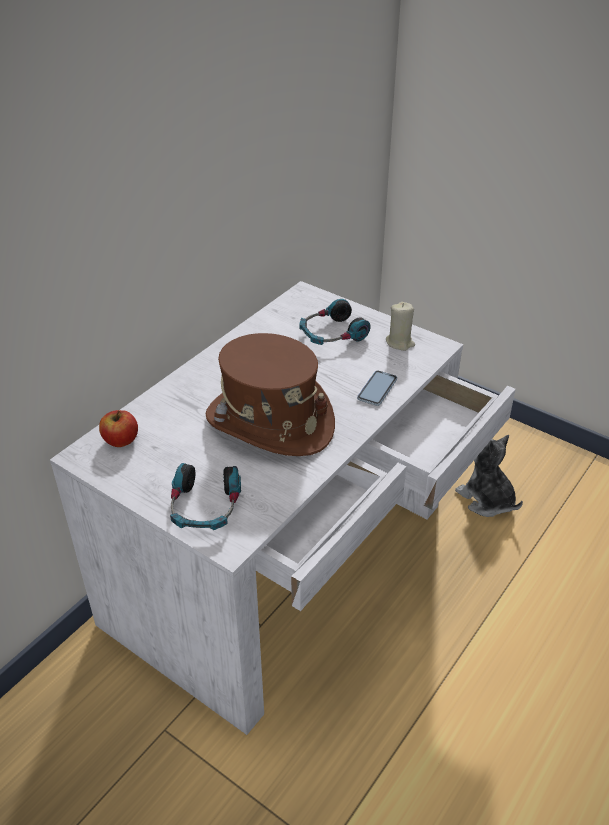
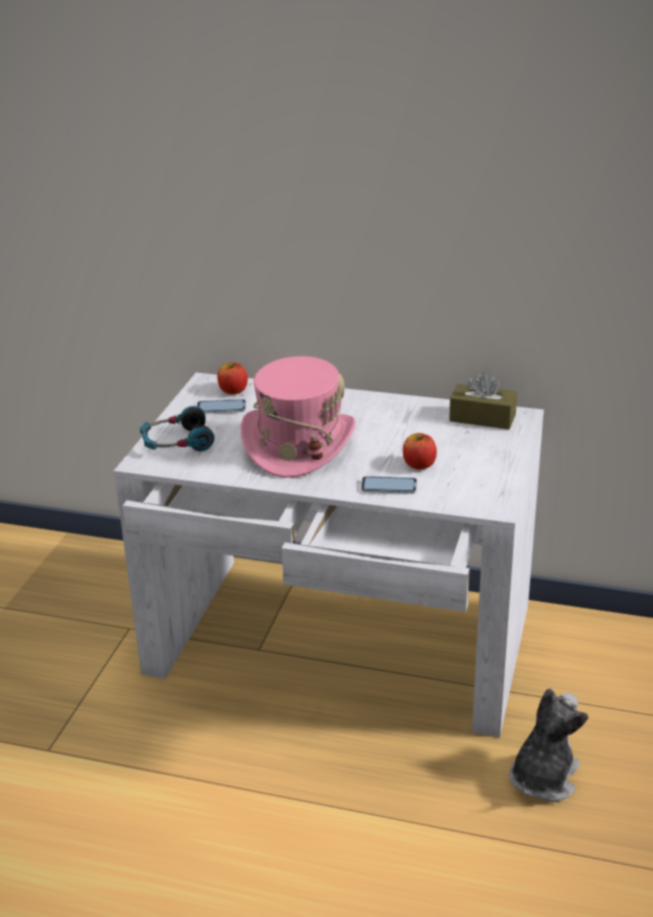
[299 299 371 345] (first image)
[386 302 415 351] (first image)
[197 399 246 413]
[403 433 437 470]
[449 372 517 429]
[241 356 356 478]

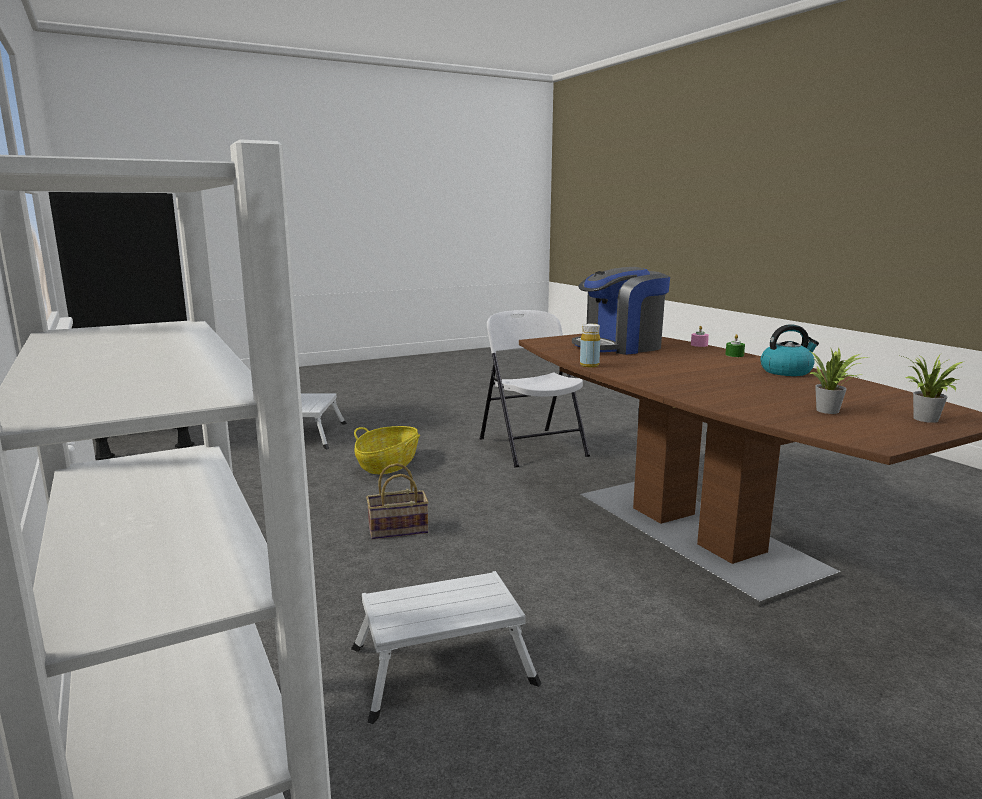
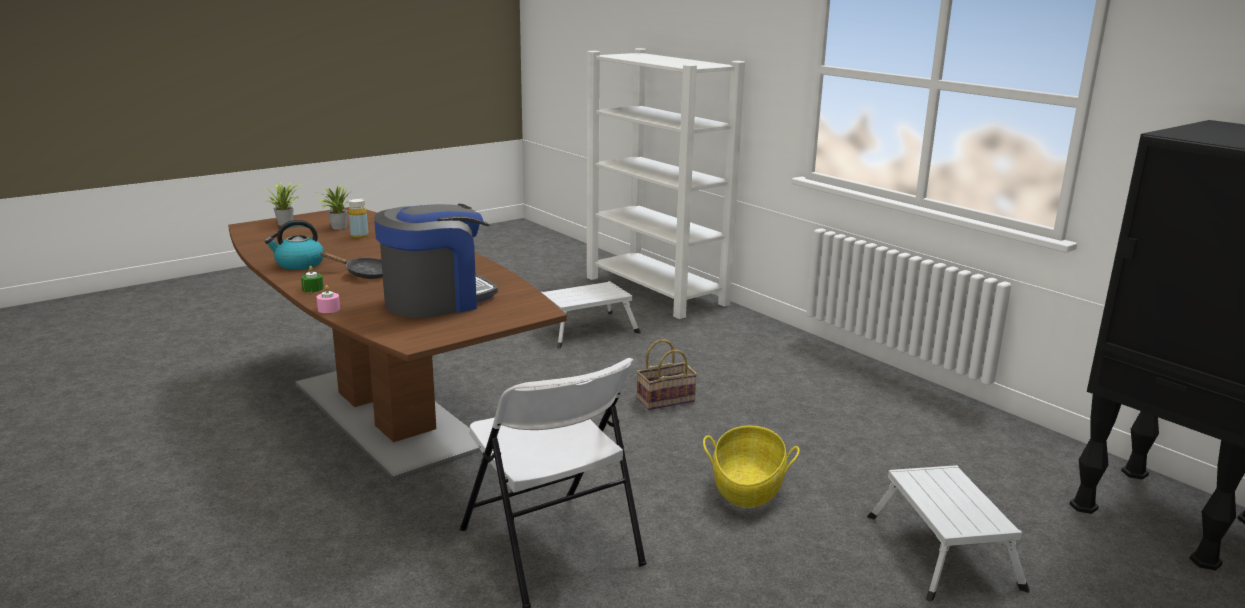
[320 252 383 279]
[349 198 368 238]

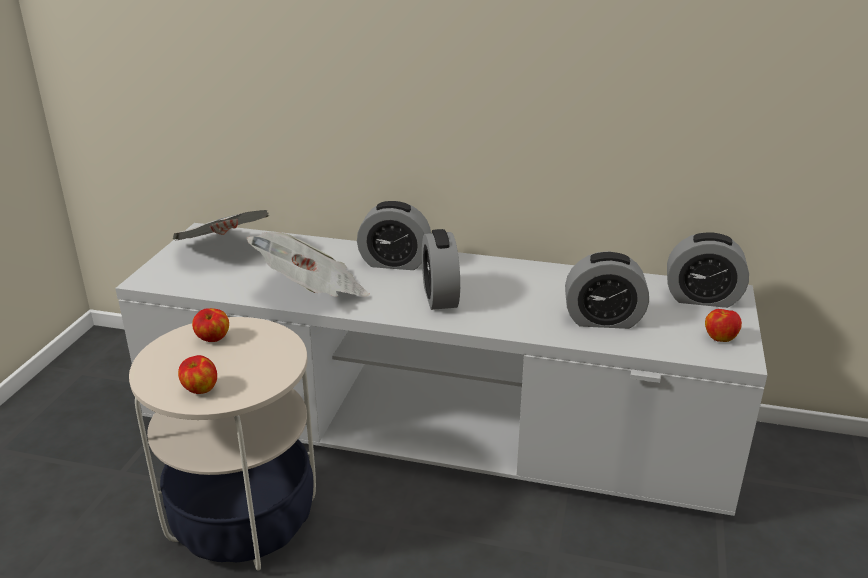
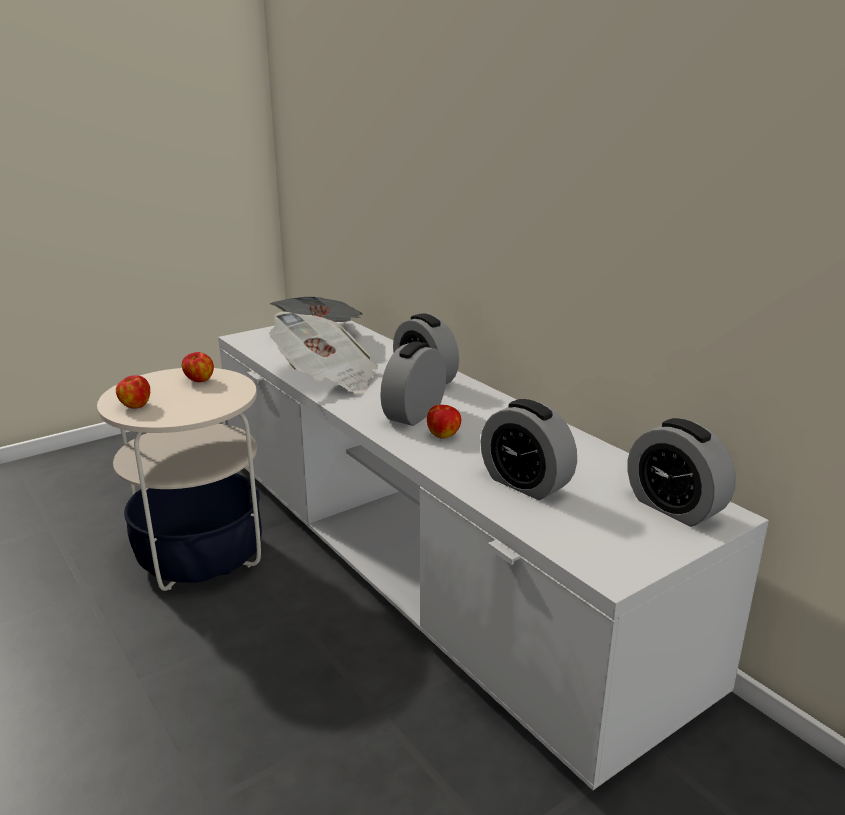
[427 405 461 438]

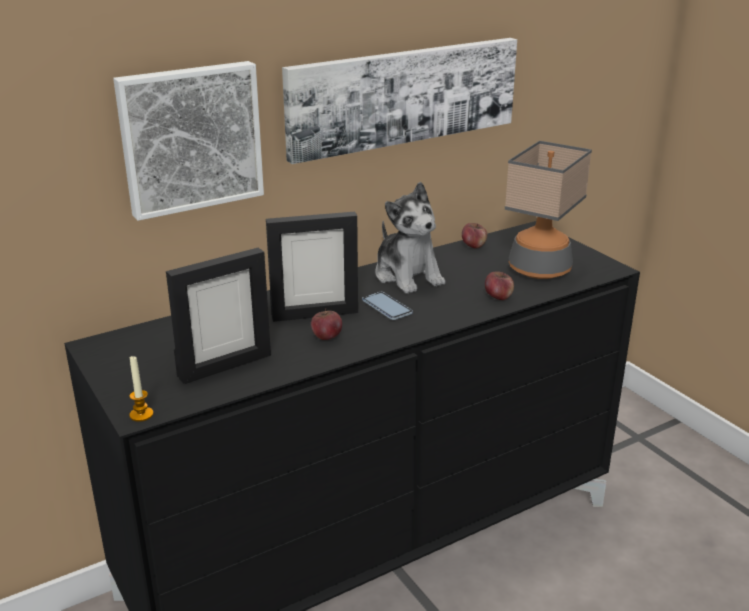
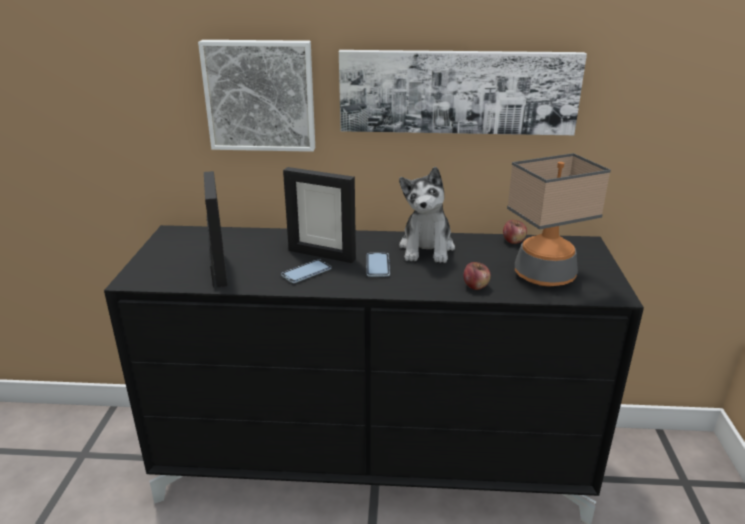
[129 356 154 422] (first image)
[281 259 331 283]
[204 171 227 288]

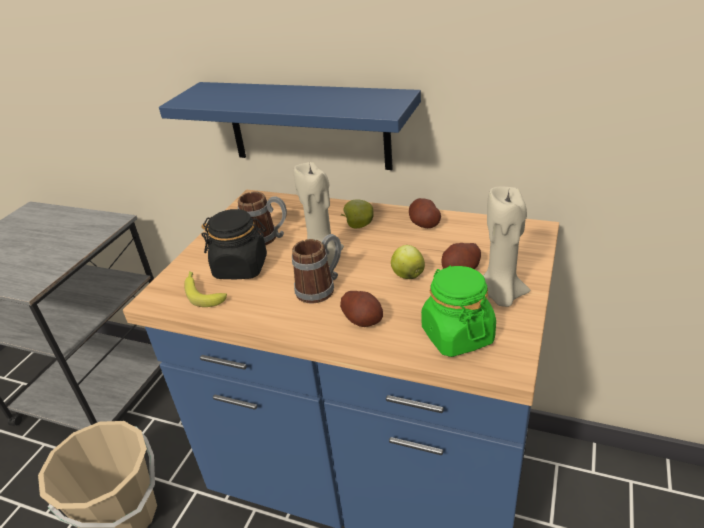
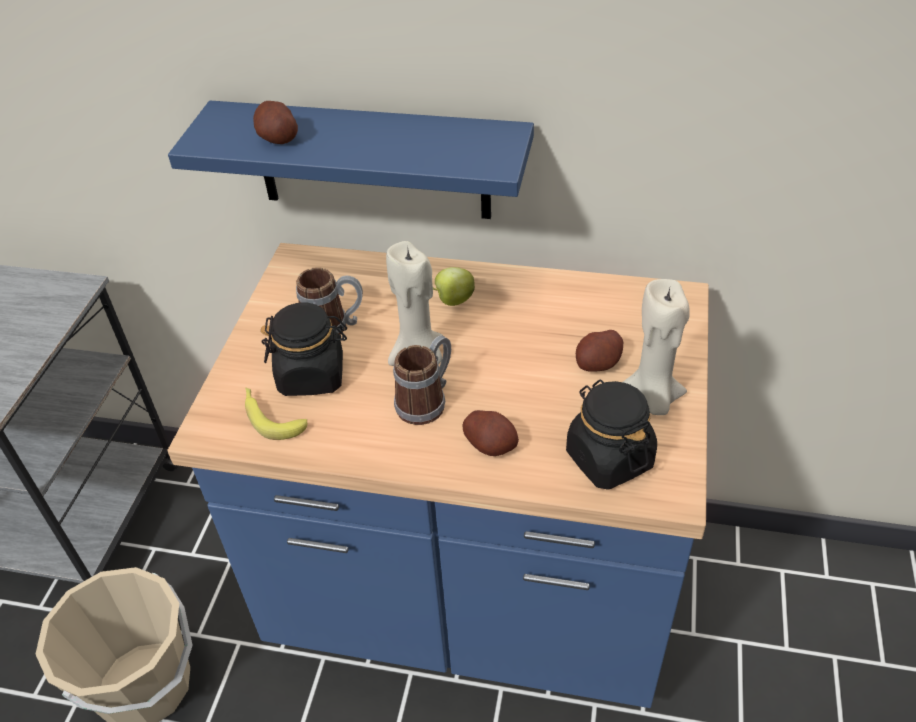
[391 245 425 279] (first image)
[253 101 298 144]
[566 379 657 490]

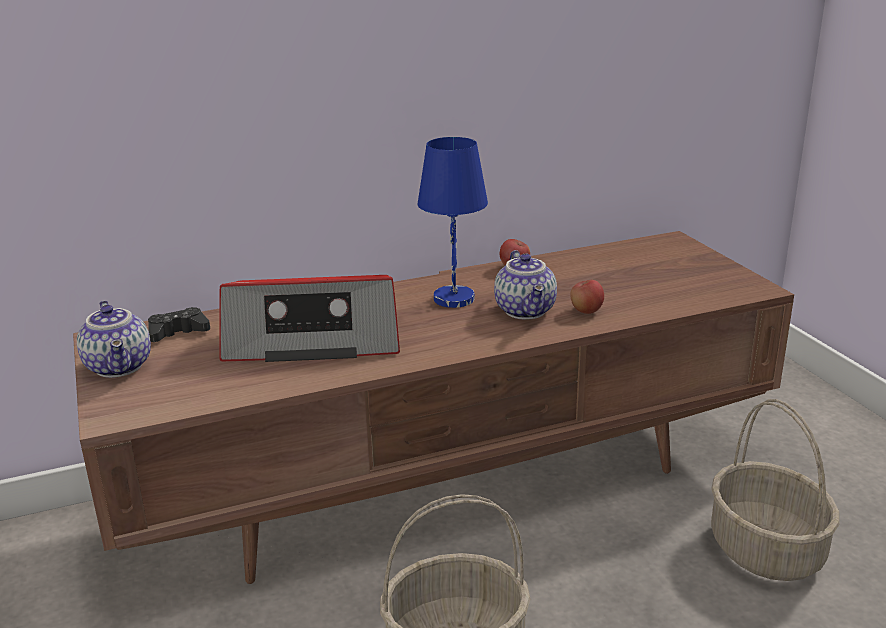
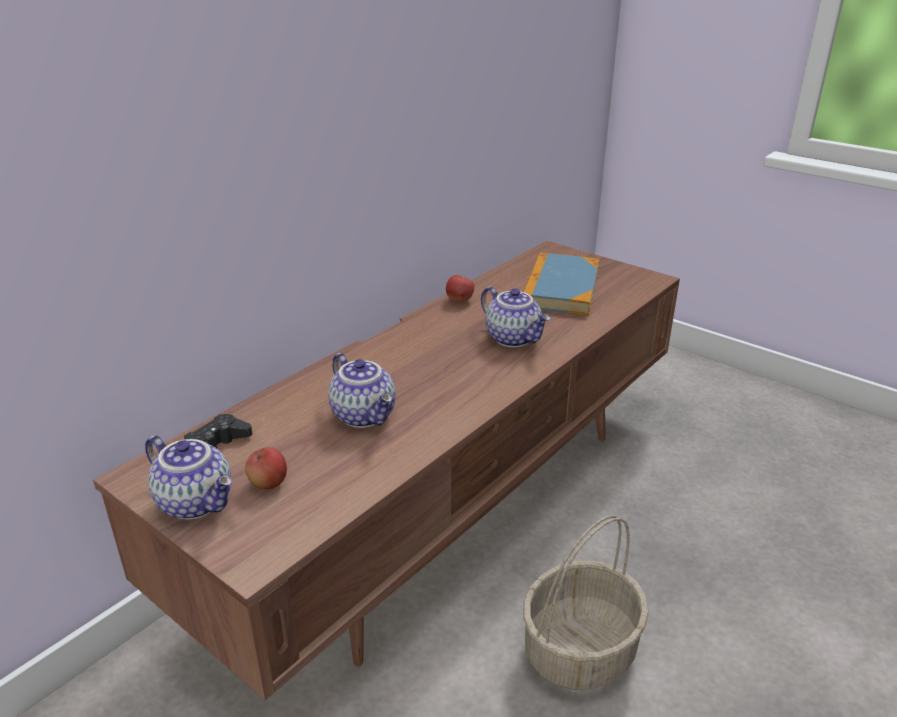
[418 137 488 308] (first image)
[711 399 840 581] (first image)
[524 253 600 315]
[245 447 287 490]
[328 353 395 428]

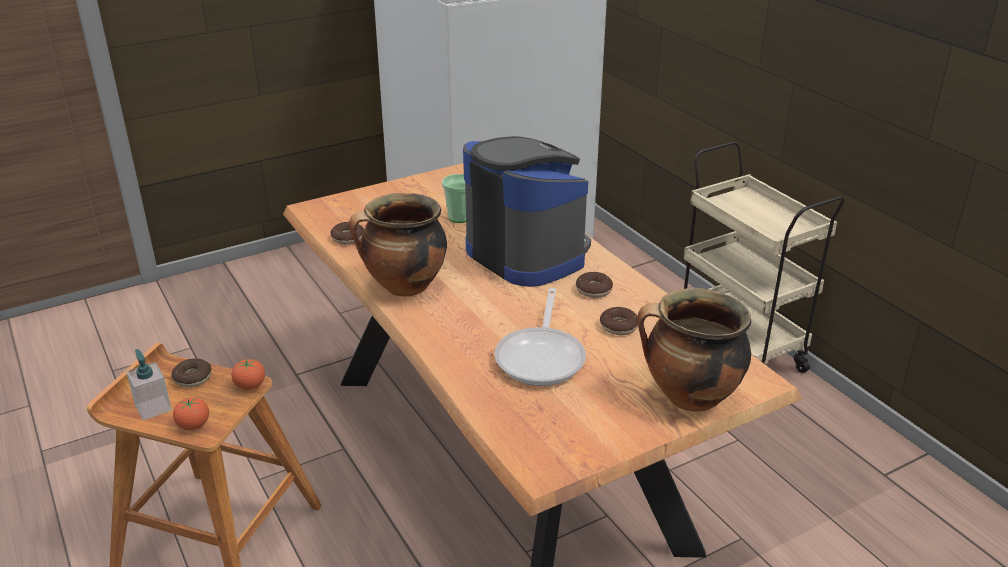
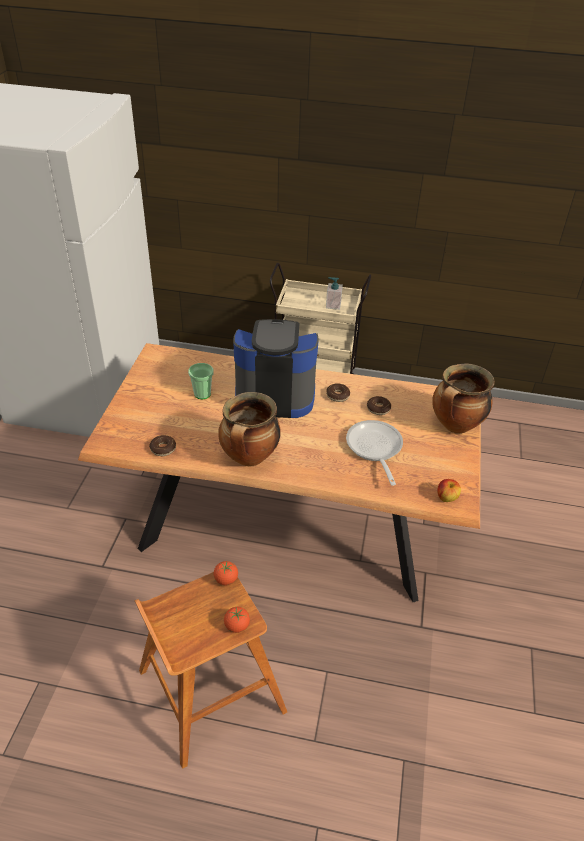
[171 358 212 387] (first image)
[437 479 461 502]
[326 277 343 310]
[346 420 403 486]

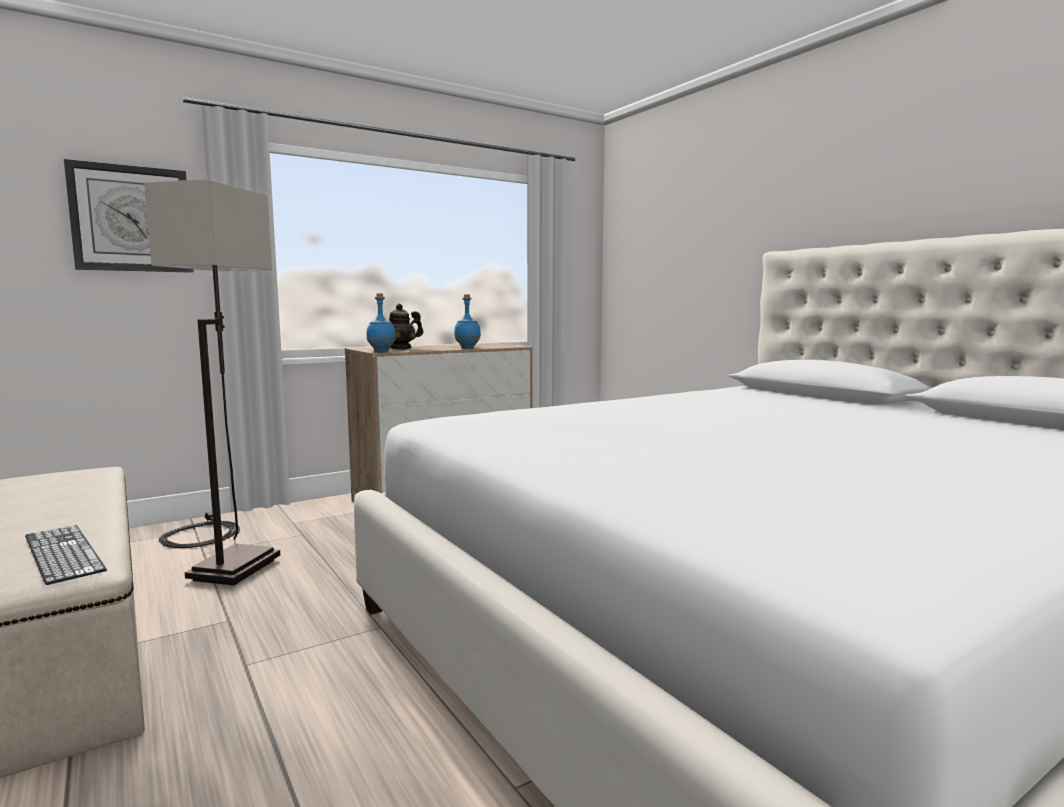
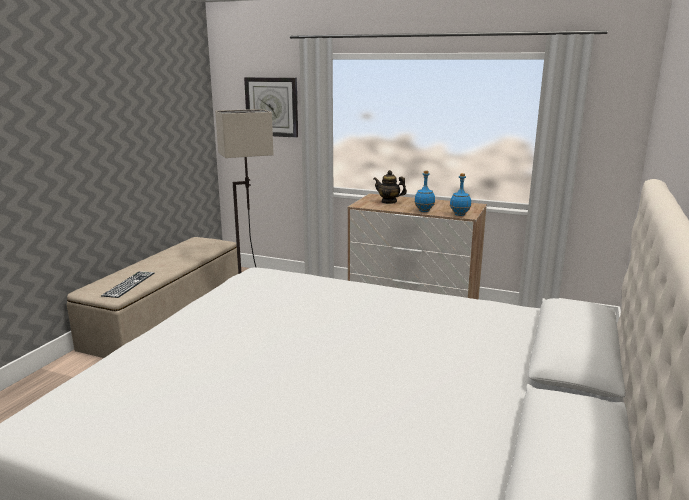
[450 173 471 216]

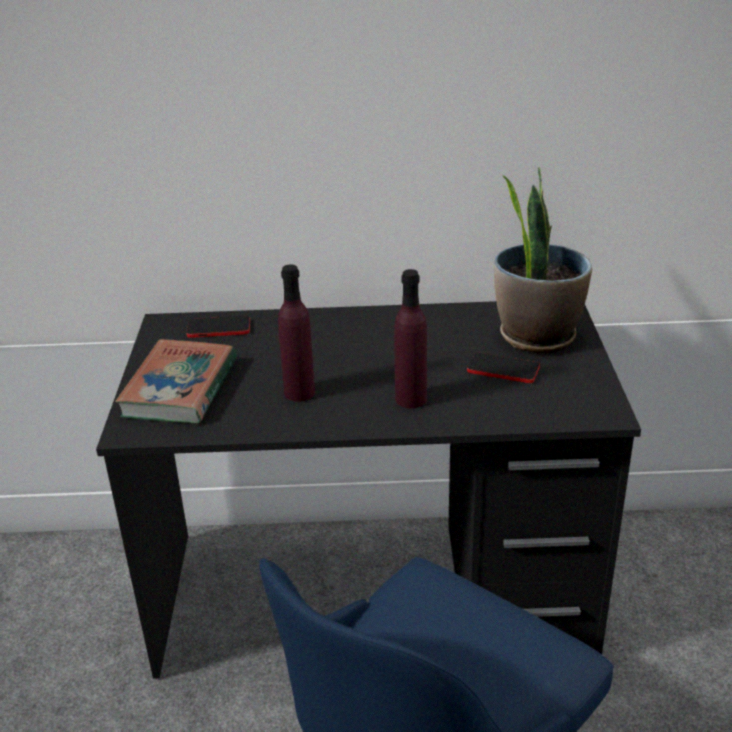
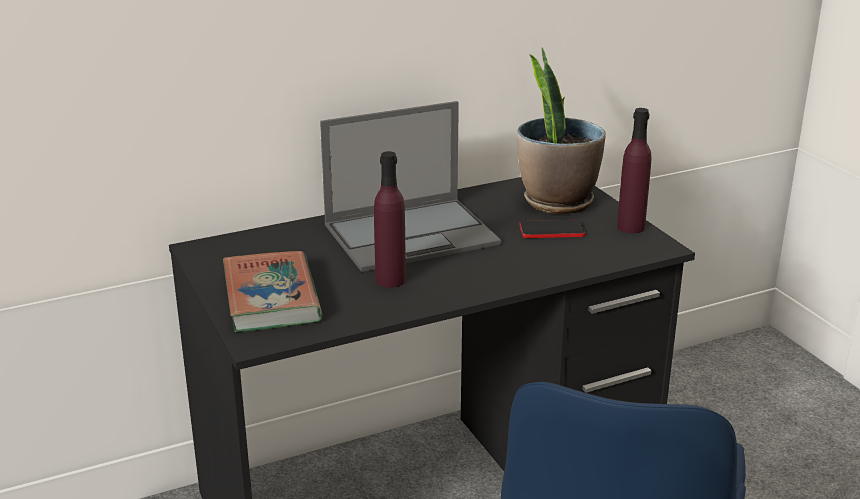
[187 316 250 338] (first image)
[320 101 501 272]
[617 108 652 233]

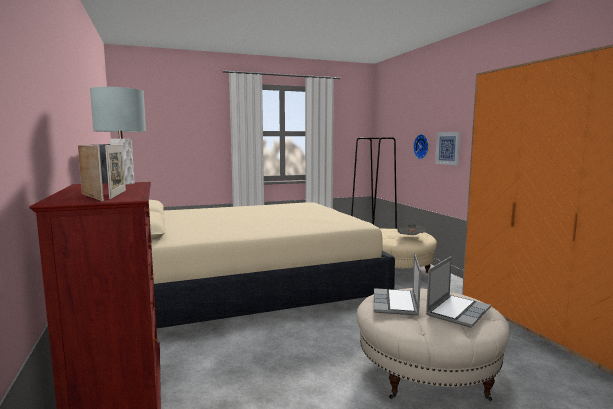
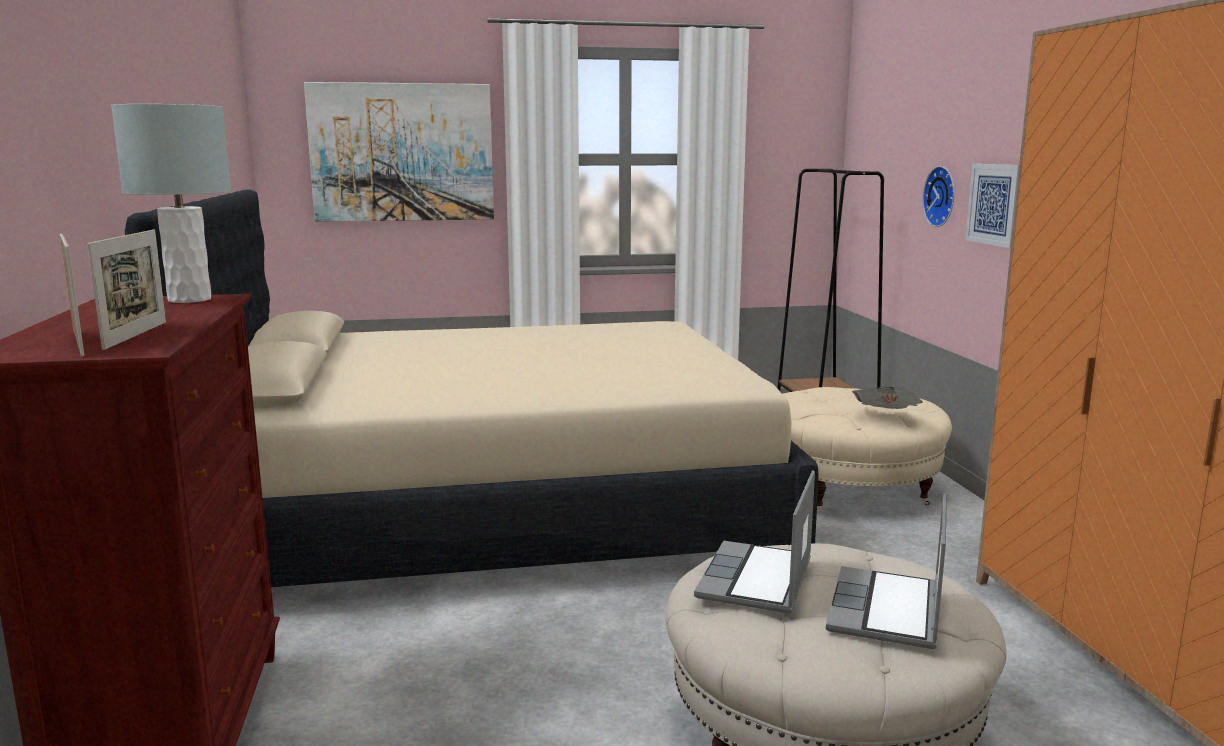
[304 82 494 222]
[826 492 947 649]

